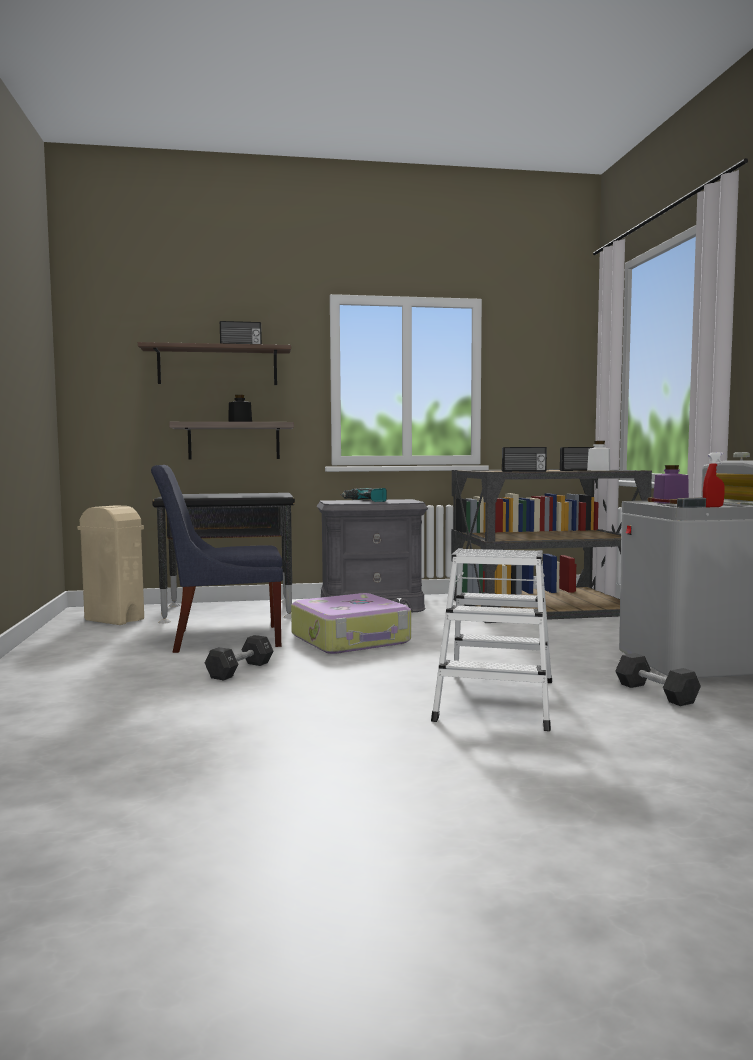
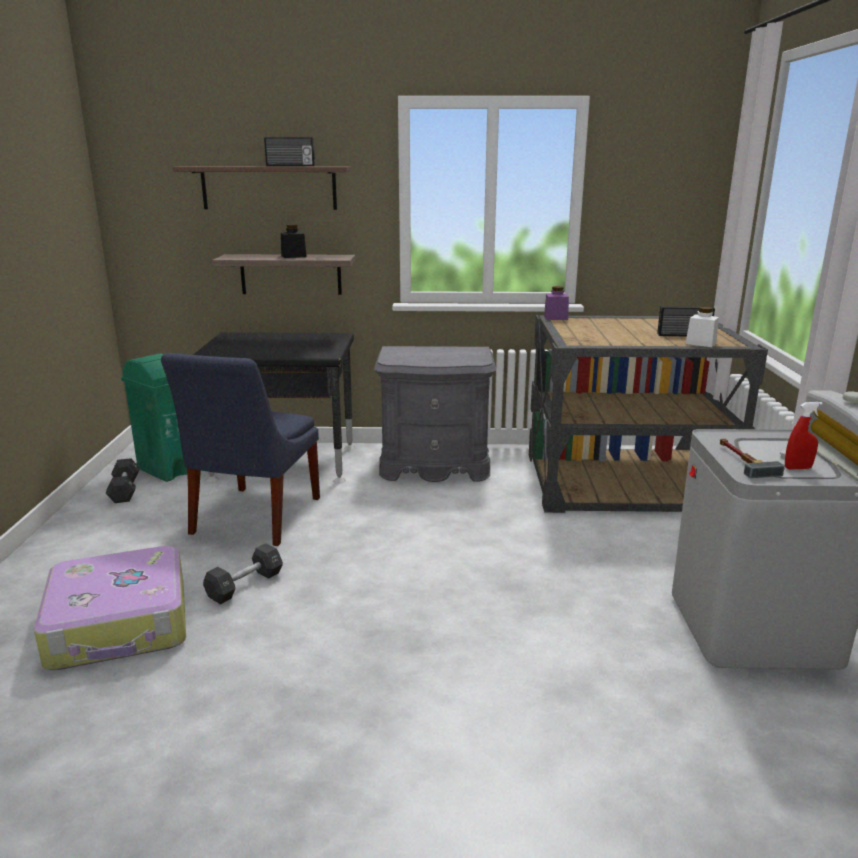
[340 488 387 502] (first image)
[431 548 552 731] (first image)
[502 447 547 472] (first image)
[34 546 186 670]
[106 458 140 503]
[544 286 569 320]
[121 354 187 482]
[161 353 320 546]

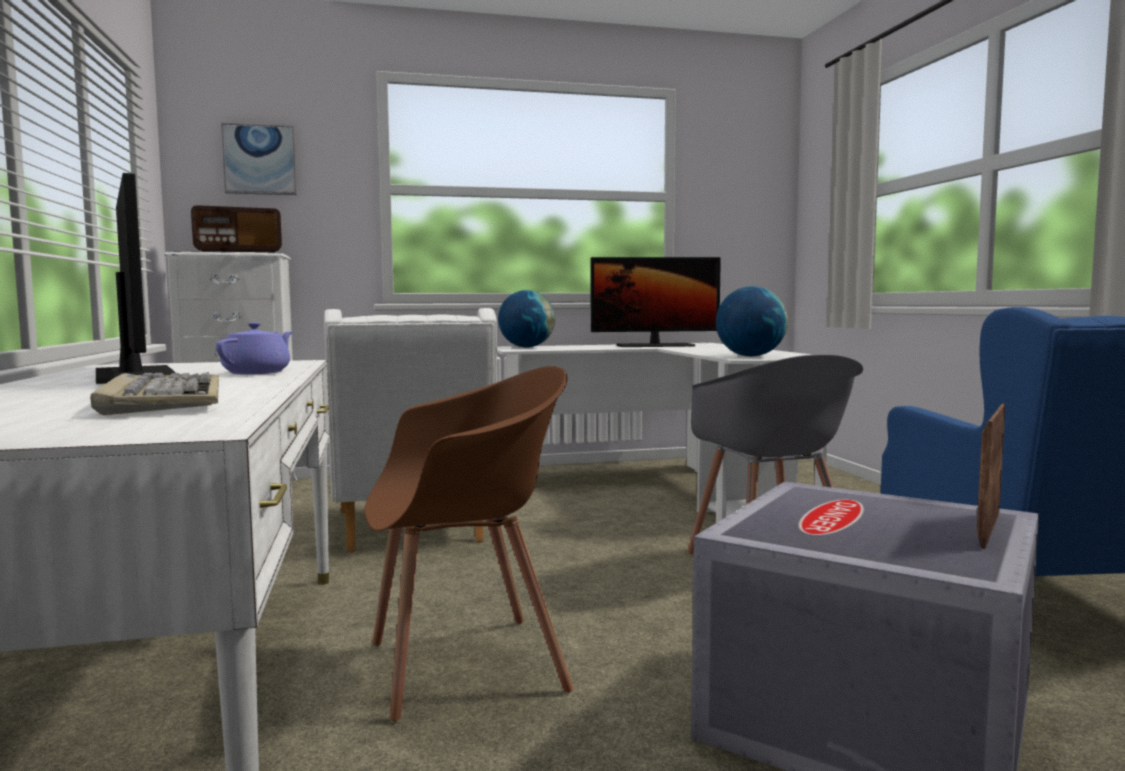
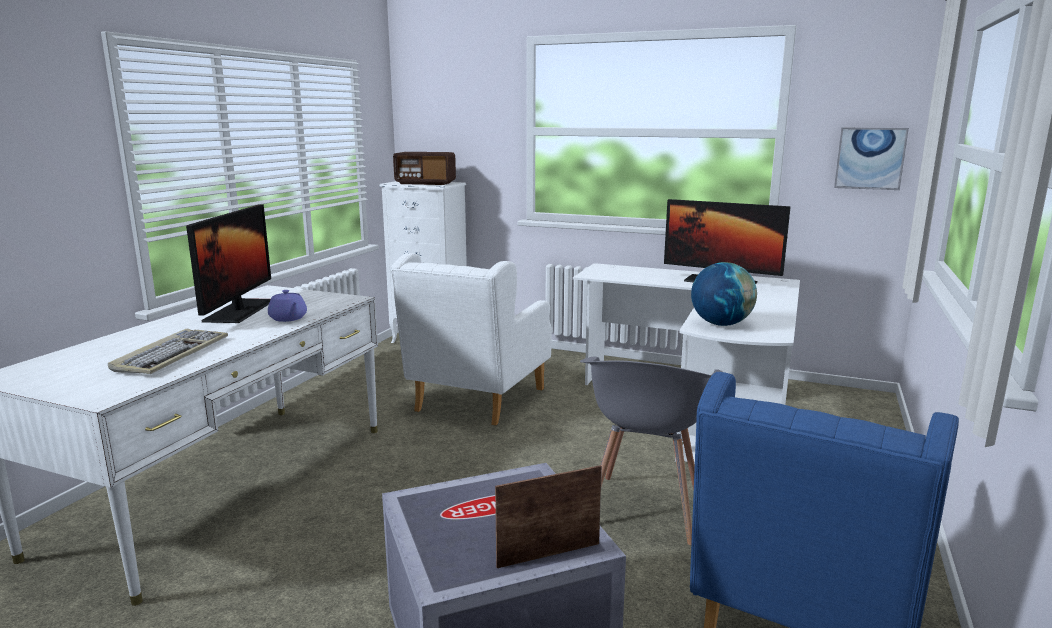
[364 366 574 721] (first image)
[498 290 555 347] (first image)
[834 128 909 190]
[268 290 307 322]

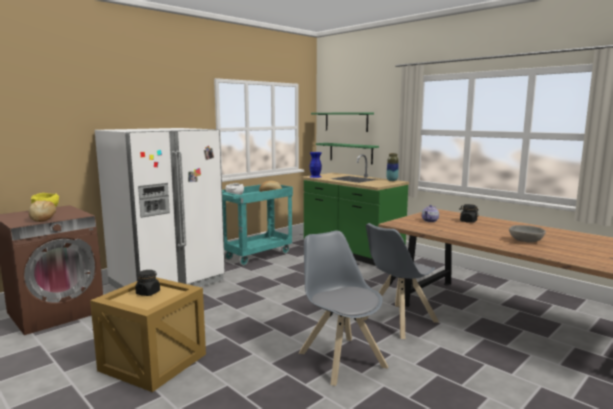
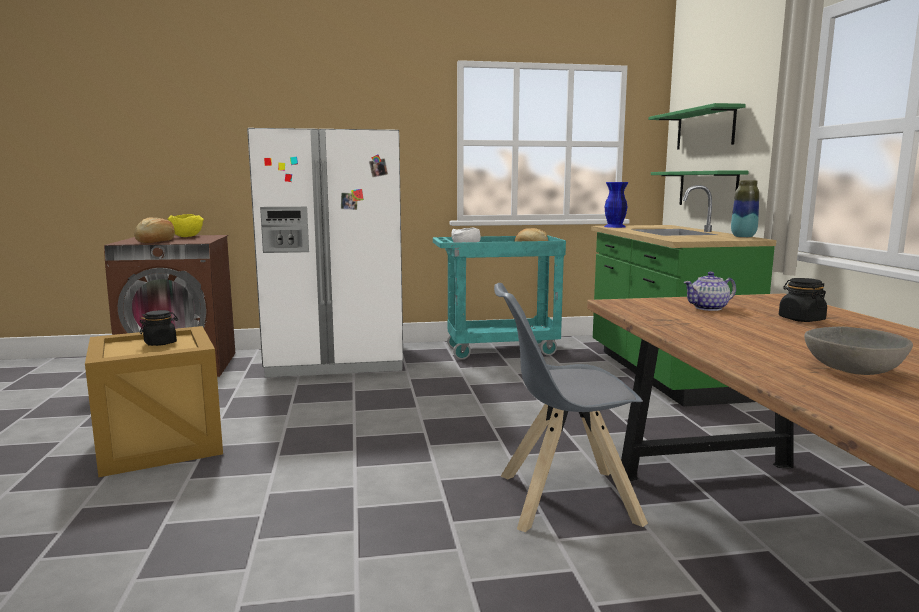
[299 231 388 386] (first image)

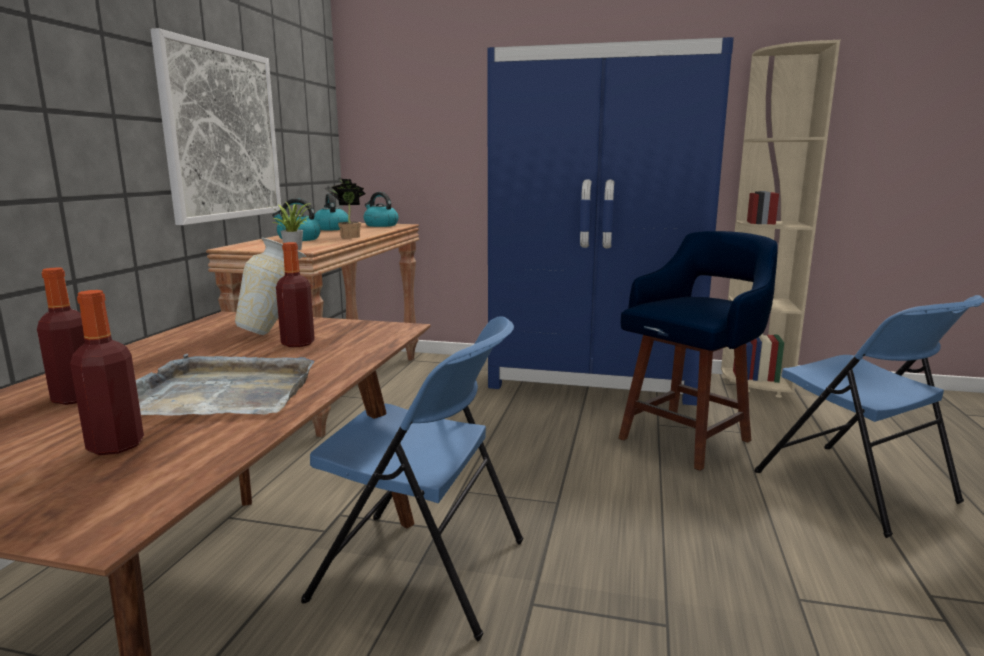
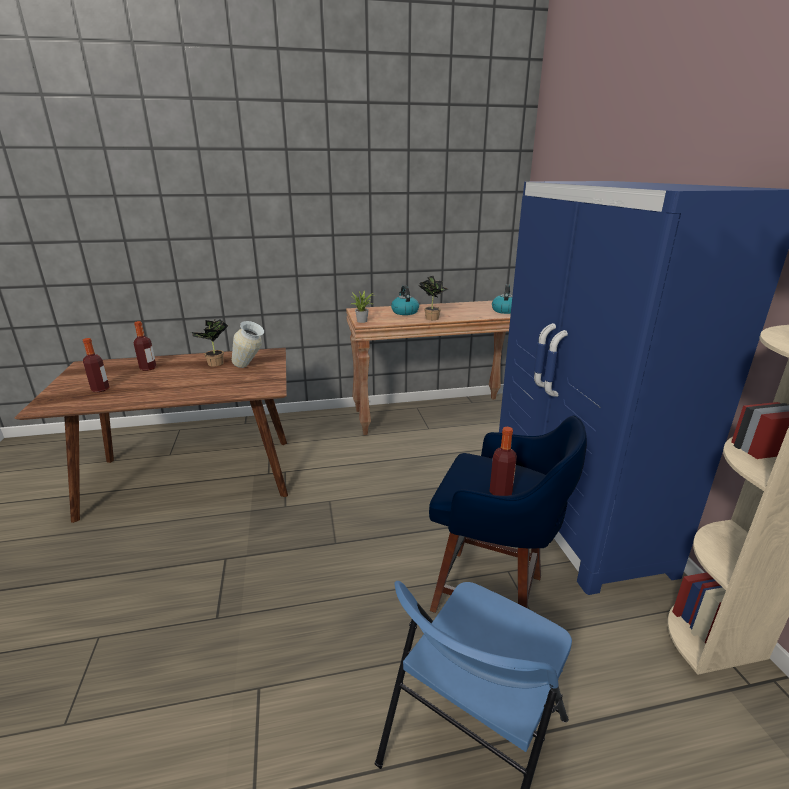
[136 354 315 416] (first image)
[150 28 281 225] (first image)
[301 316 523 642] (first image)
[314 194 348 230] (first image)
[191 318 228 366]
[490 427 517 496]

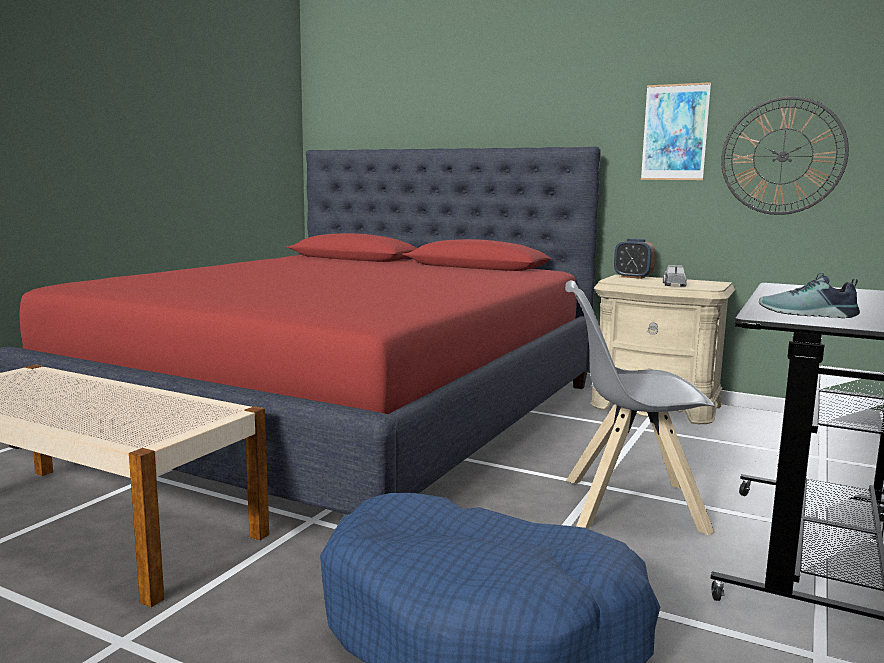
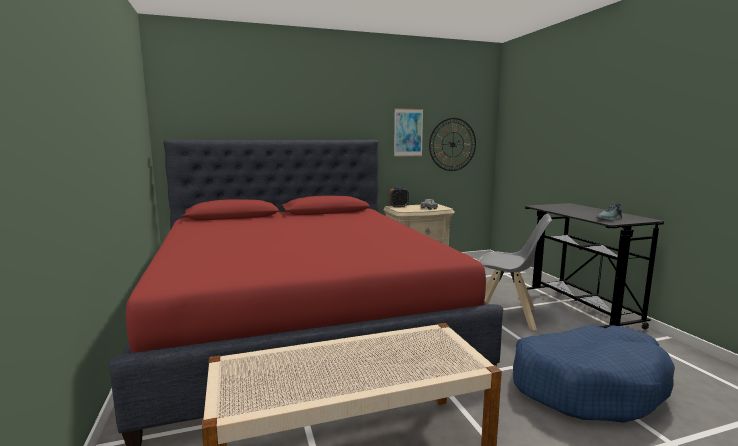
[477 214 552 330]

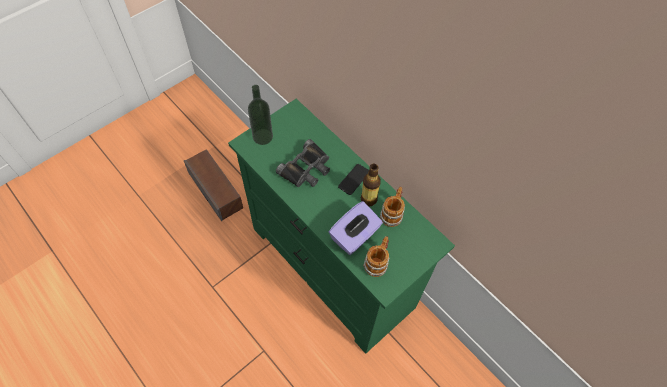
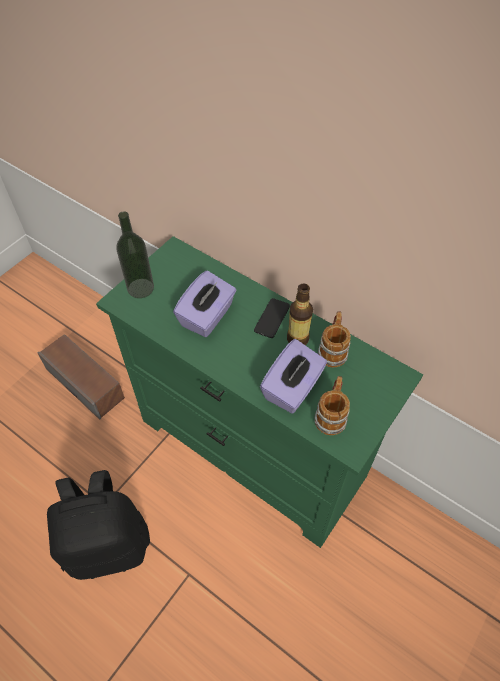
[47 470 150 580]
[173 270 237 337]

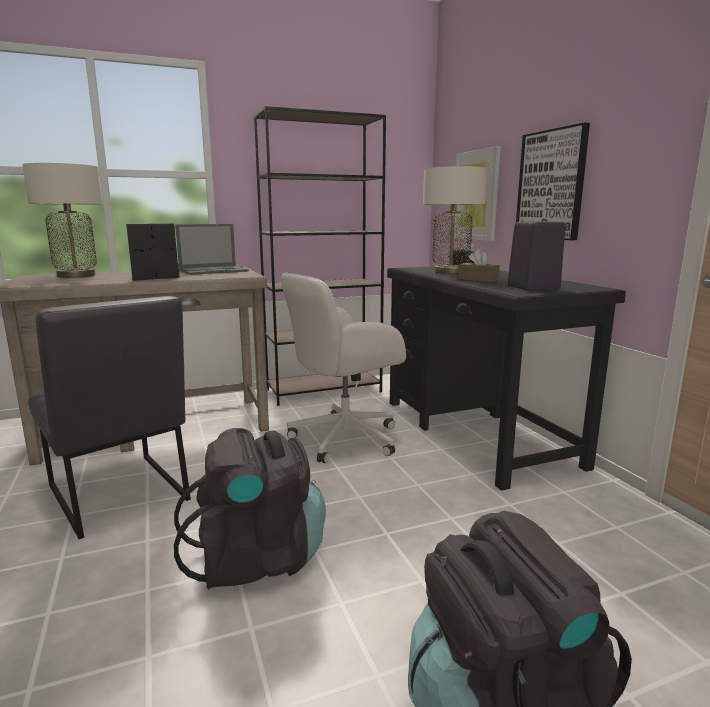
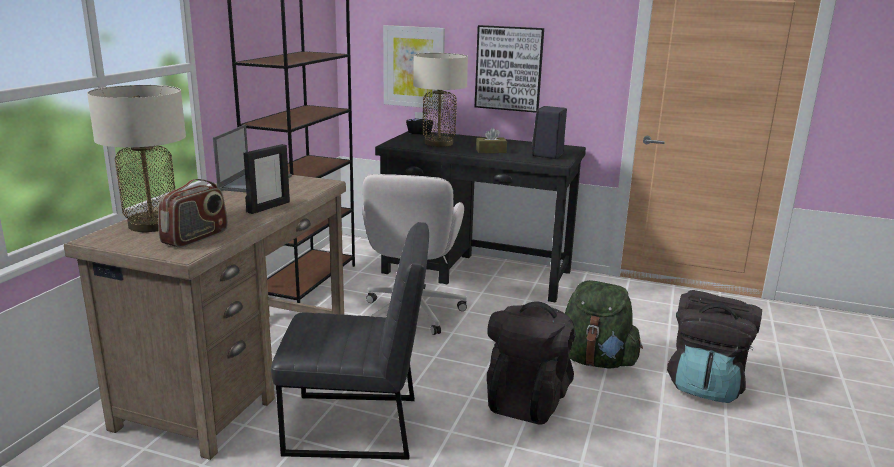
[158 179 228 248]
[565 280 643 369]
[243 144 290 214]

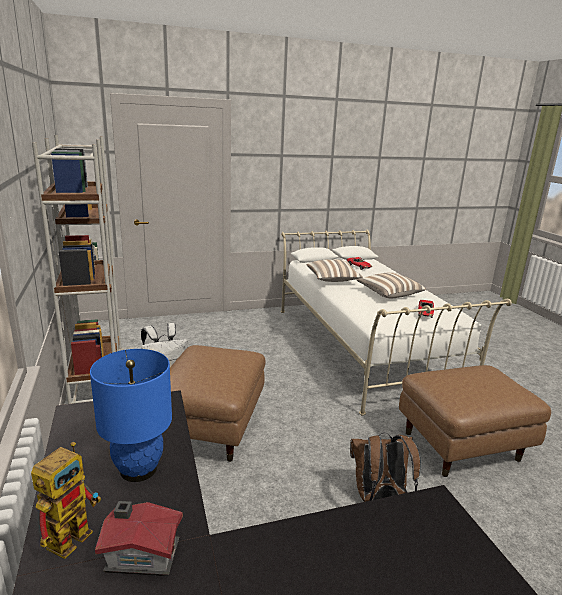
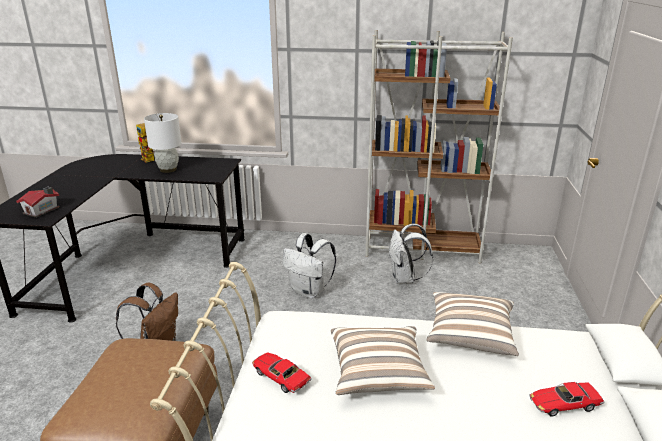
[16 187 59 218]
[283 233 336 299]
[144 113 182 173]

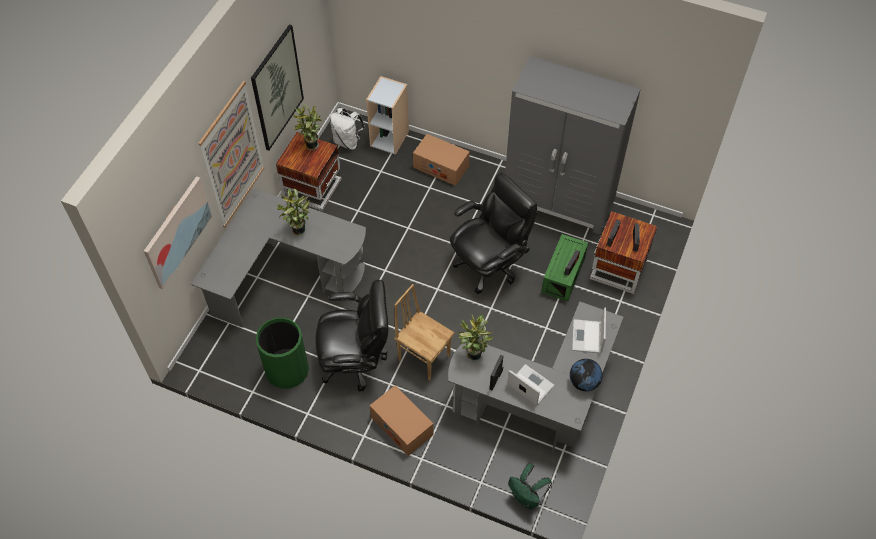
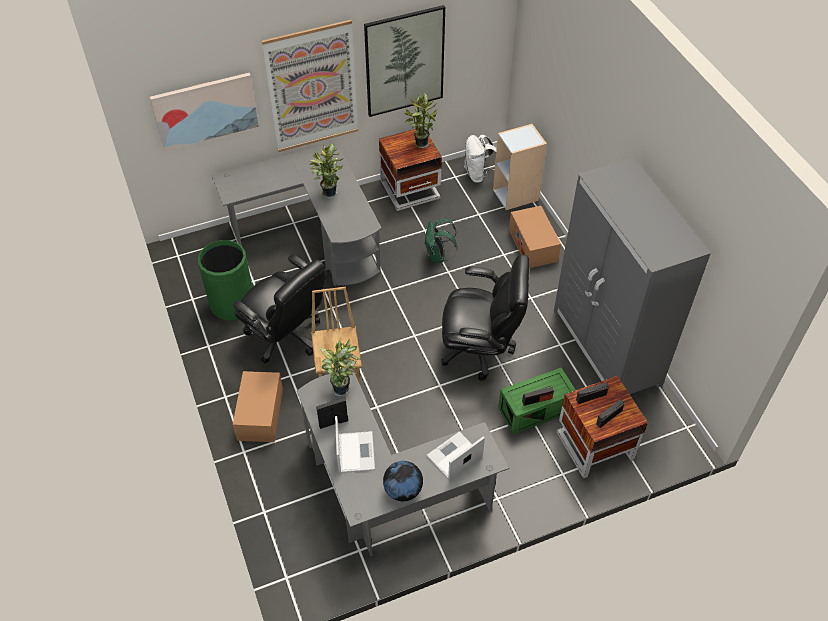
[425 219 457 263]

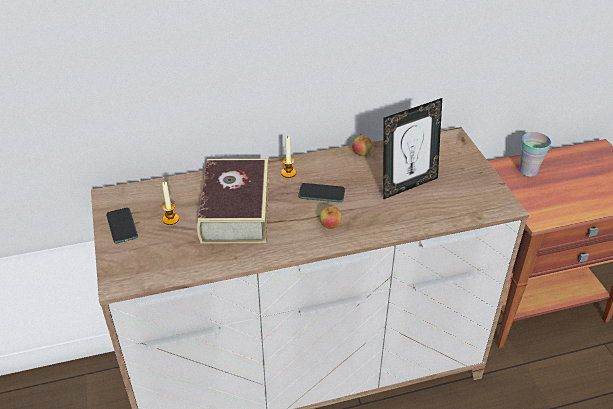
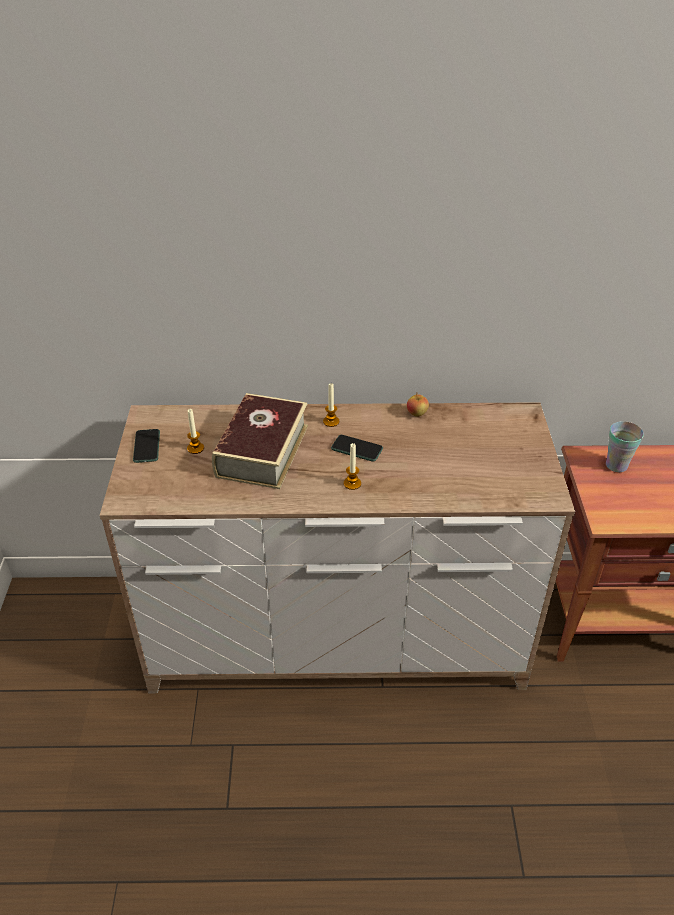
[383 98 442 200] (first image)
[344 443 361 490]

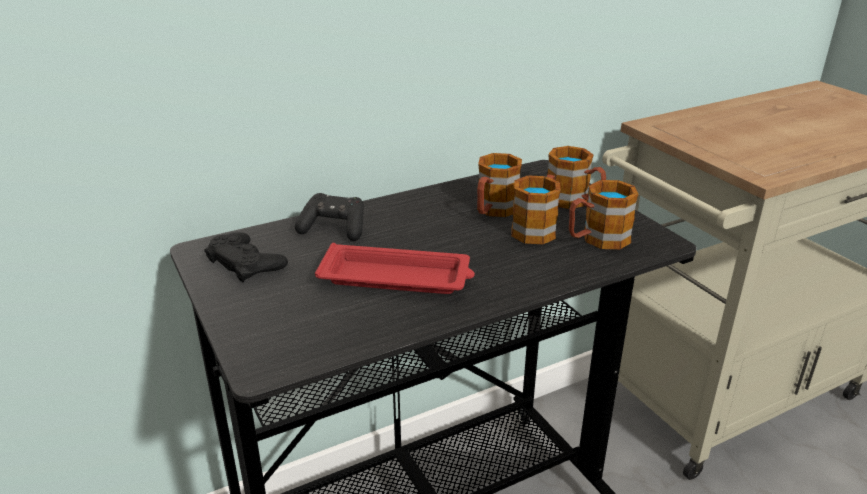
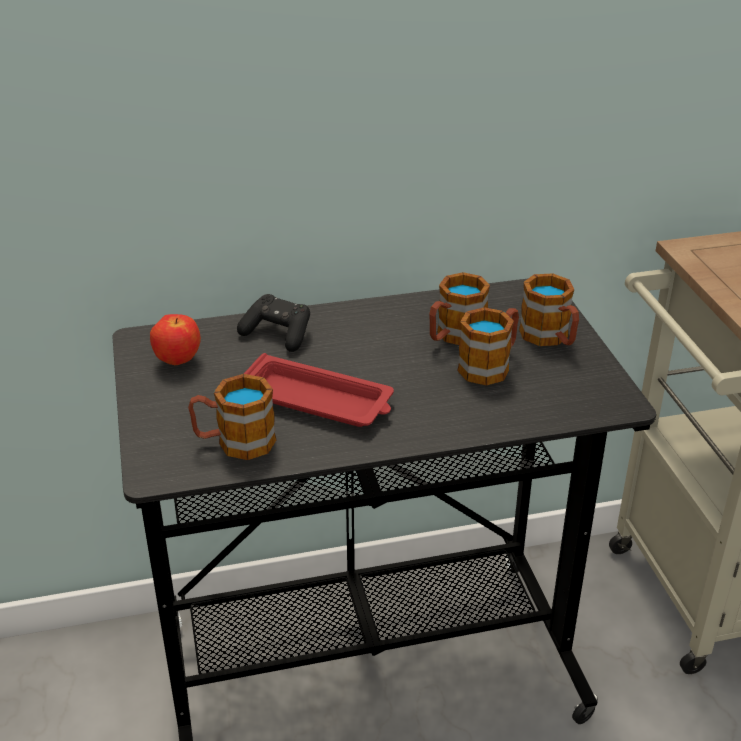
[188 374 276 460]
[150 314 201 365]

